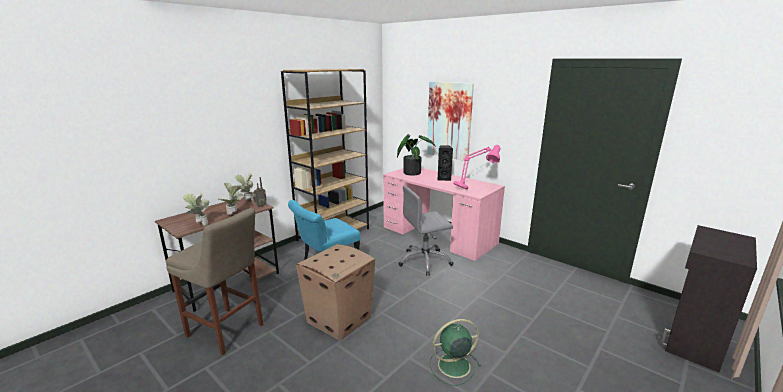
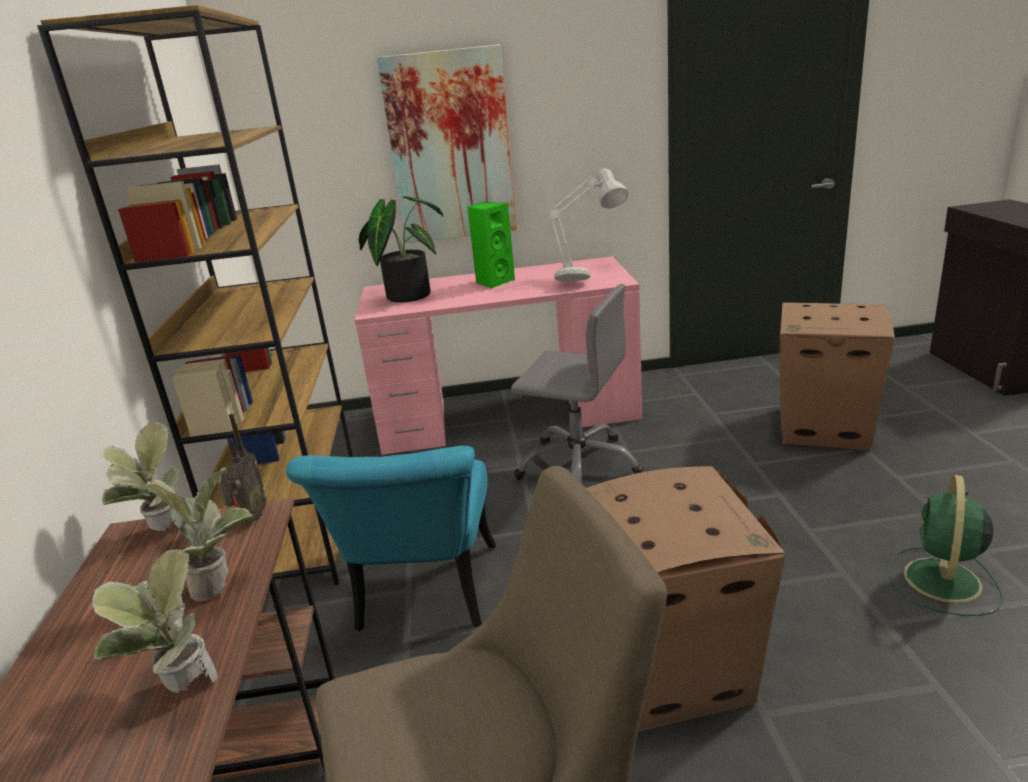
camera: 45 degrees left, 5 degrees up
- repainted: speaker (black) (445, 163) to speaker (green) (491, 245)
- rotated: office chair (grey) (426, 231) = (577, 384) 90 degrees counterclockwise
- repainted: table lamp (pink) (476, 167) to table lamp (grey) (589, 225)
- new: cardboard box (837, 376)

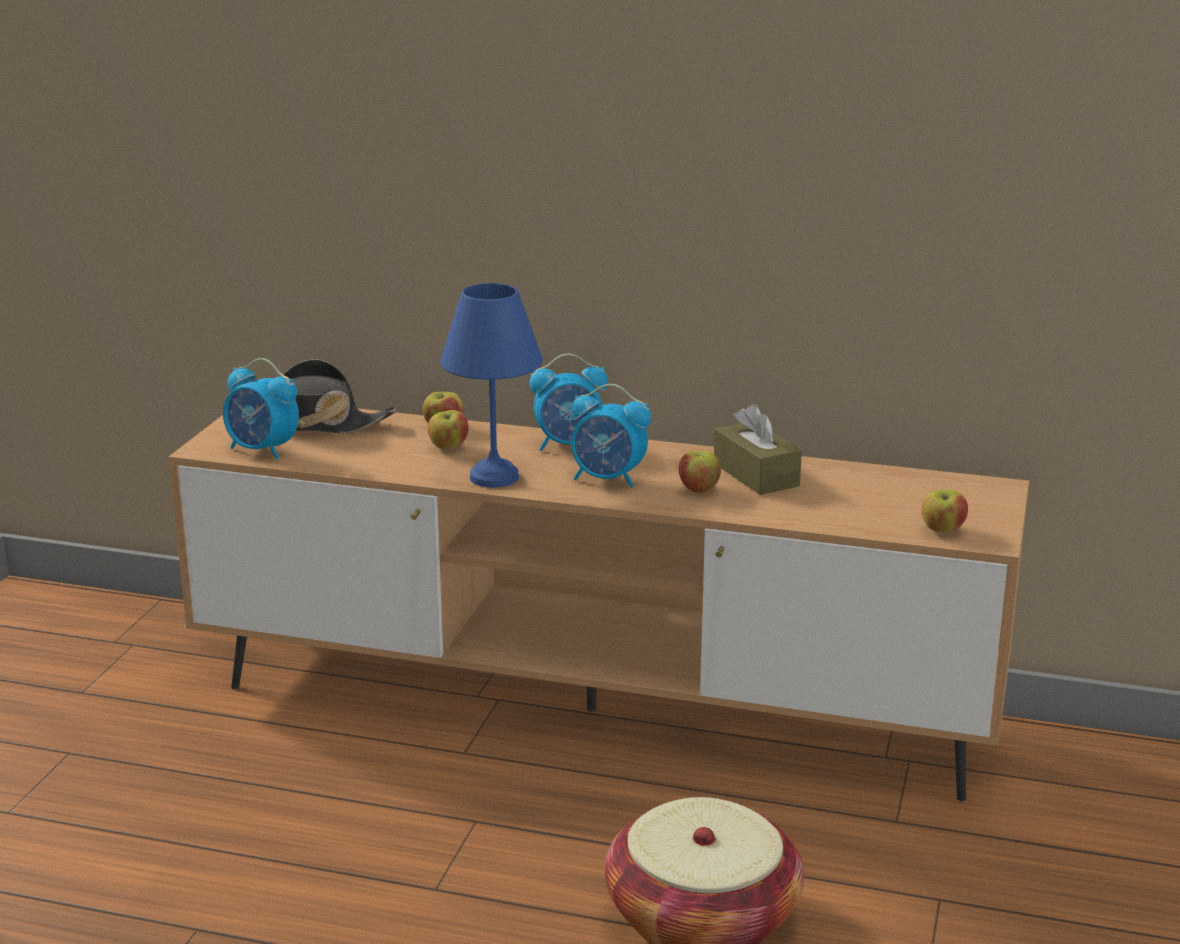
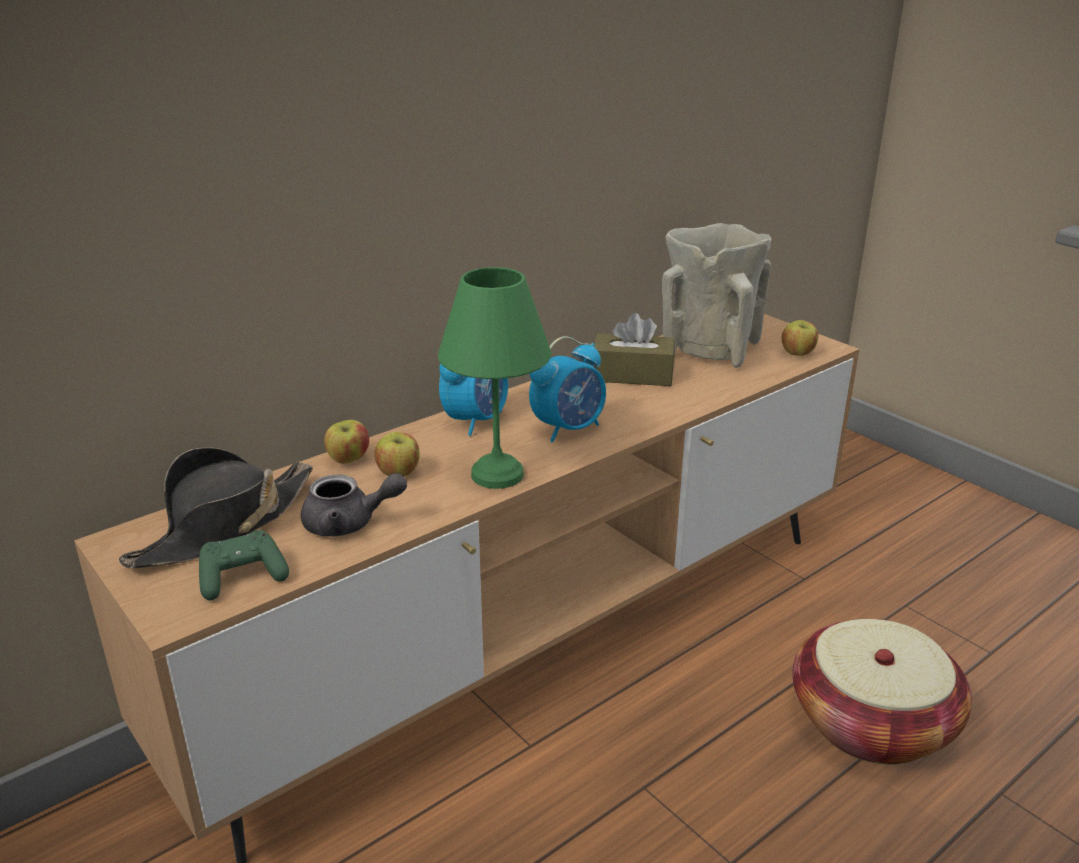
camera: 55 degrees left, 5 degrees up
- swapped: alarm clock (261, 409) to game controller (green) (244, 565)
- new: teapot (grey) (354, 505)
- repainted: table lamp (blue) (491, 385) to table lamp (green) (494, 378)
- new: vase (beige) (716, 295)
- gone: apple (700, 471)

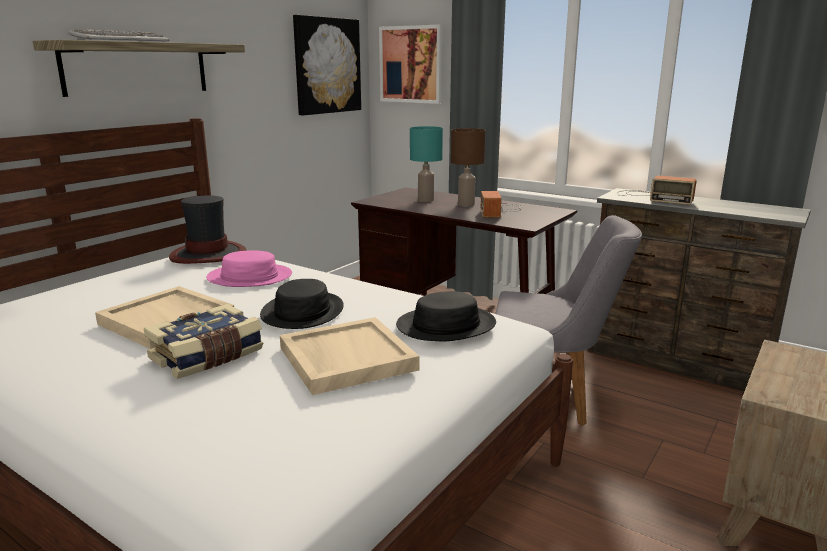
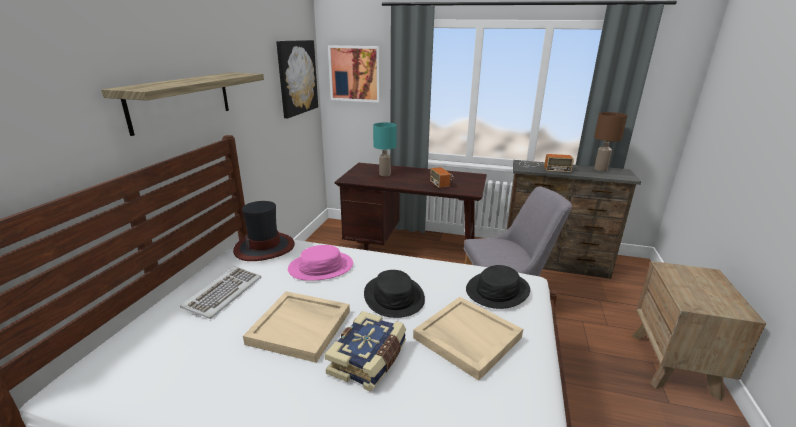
camera: 20 degrees left, 5 degrees up
- shifted: keyboard (119, 35) to (220, 292)
- shifted: table lamp (brown) (468, 167) to (611, 141)

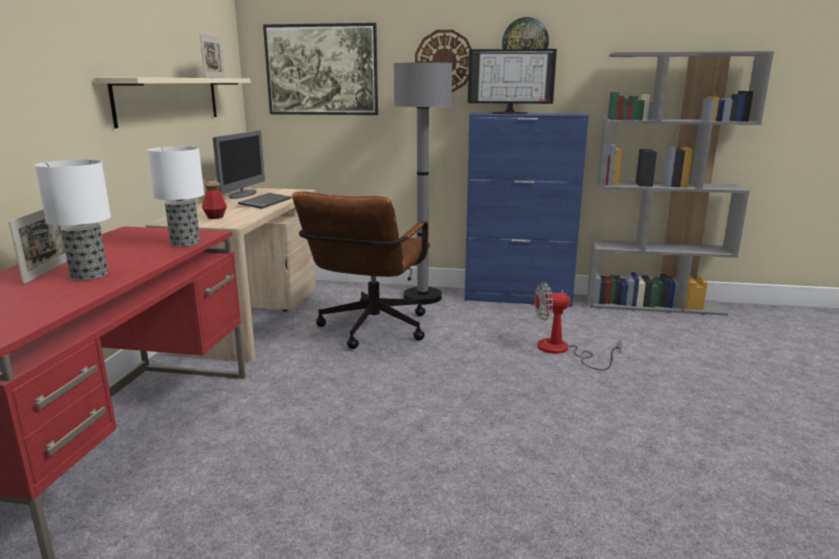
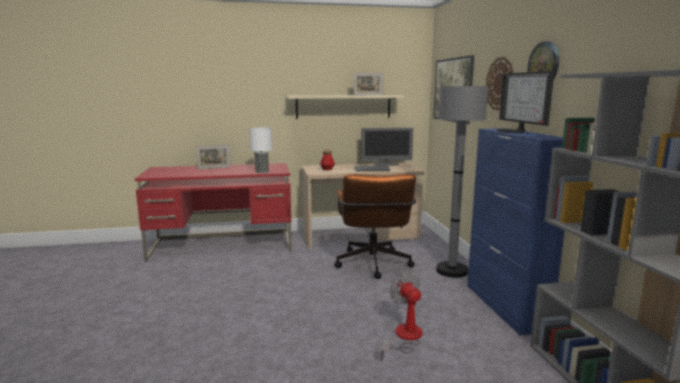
camera: 70 degrees right, 5 degrees down
- rotated: office chair (brown) (361, 270) = (375, 226) 90 degrees counterclockwise
- gone: table lamp (73, 220)

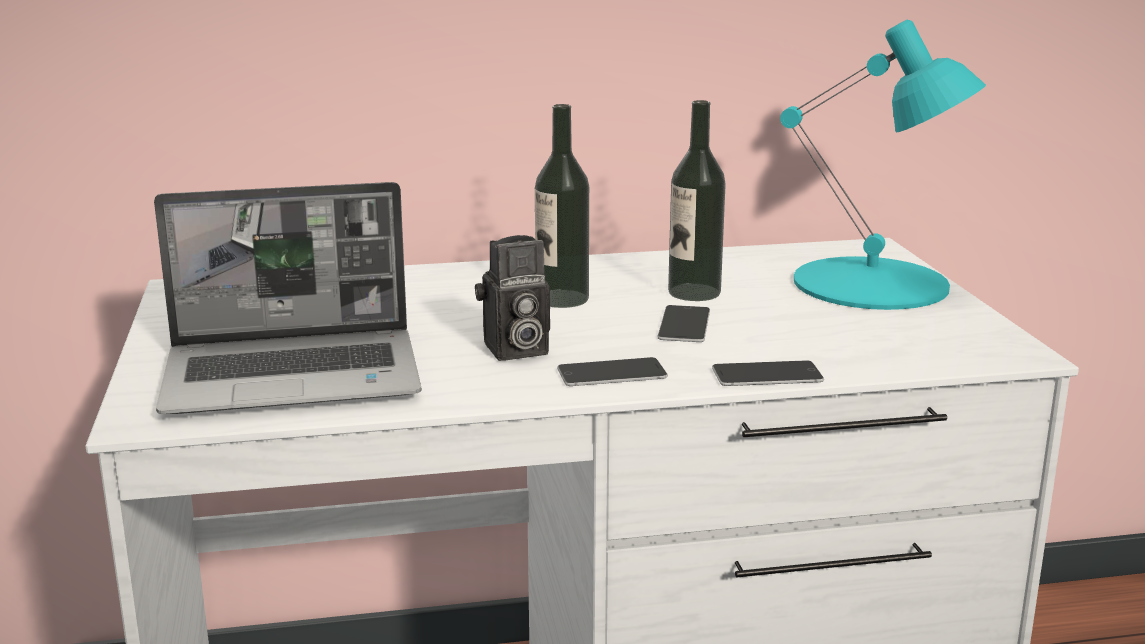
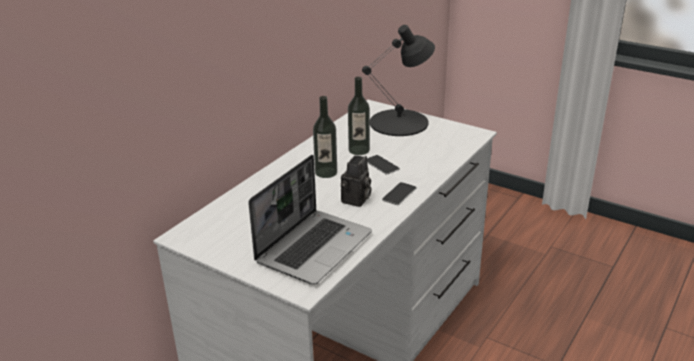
camera: 45 degrees left, 10 degrees up
- repainted: table lamp (turquoise) (883, 165) to table lamp (black) (398, 80)
- gone: phone (768, 373)

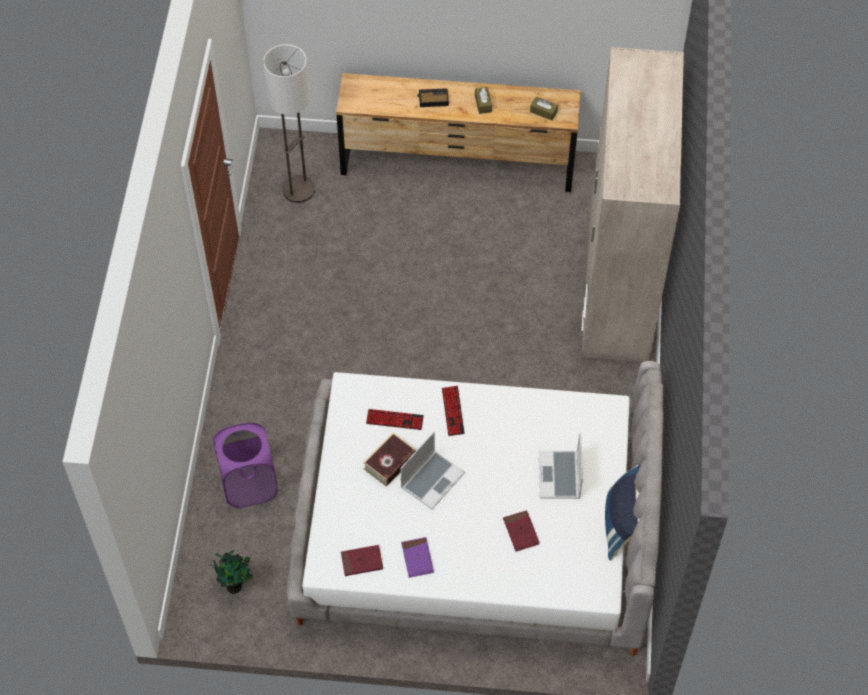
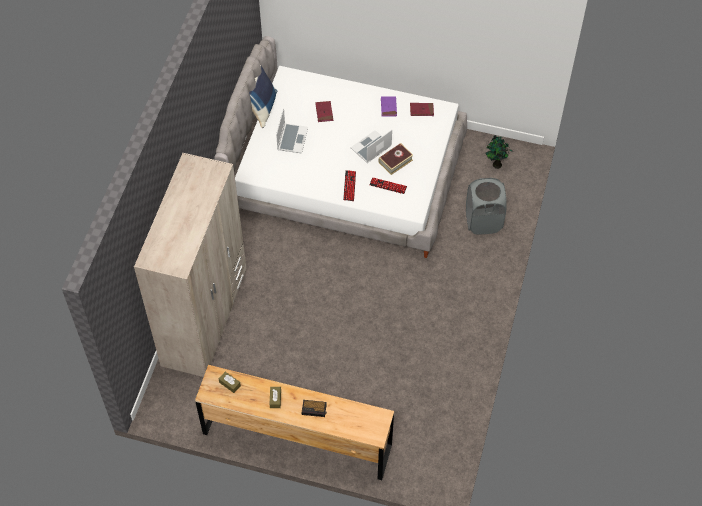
camera: 170 degrees left, 0 degrees up
- repainted: laundry basket (purple) (245, 465) to laundry basket (grey) (486, 206)
- gone: floor lamp (289, 123)

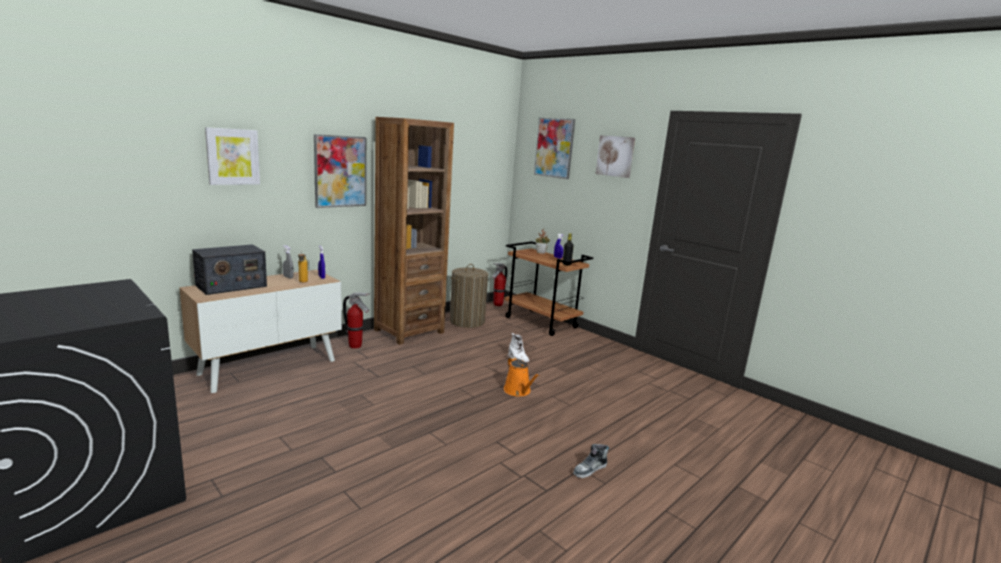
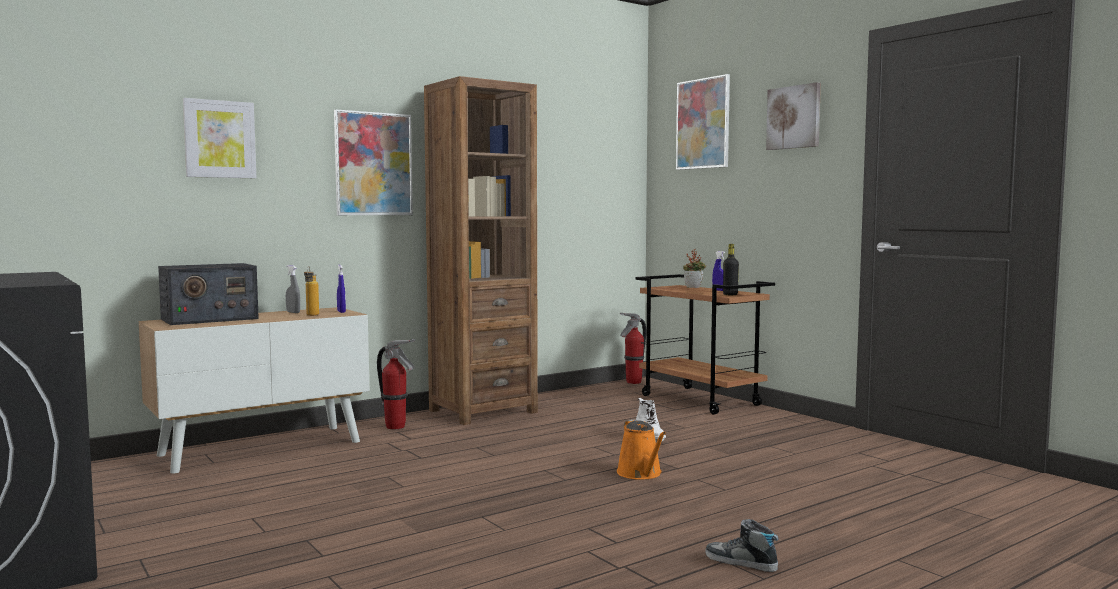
camera: 10 degrees right, 10 degrees down
- rotated: shoe (591, 461) = (742, 545) 60 degrees clockwise
- gone: laundry basket (469, 296)

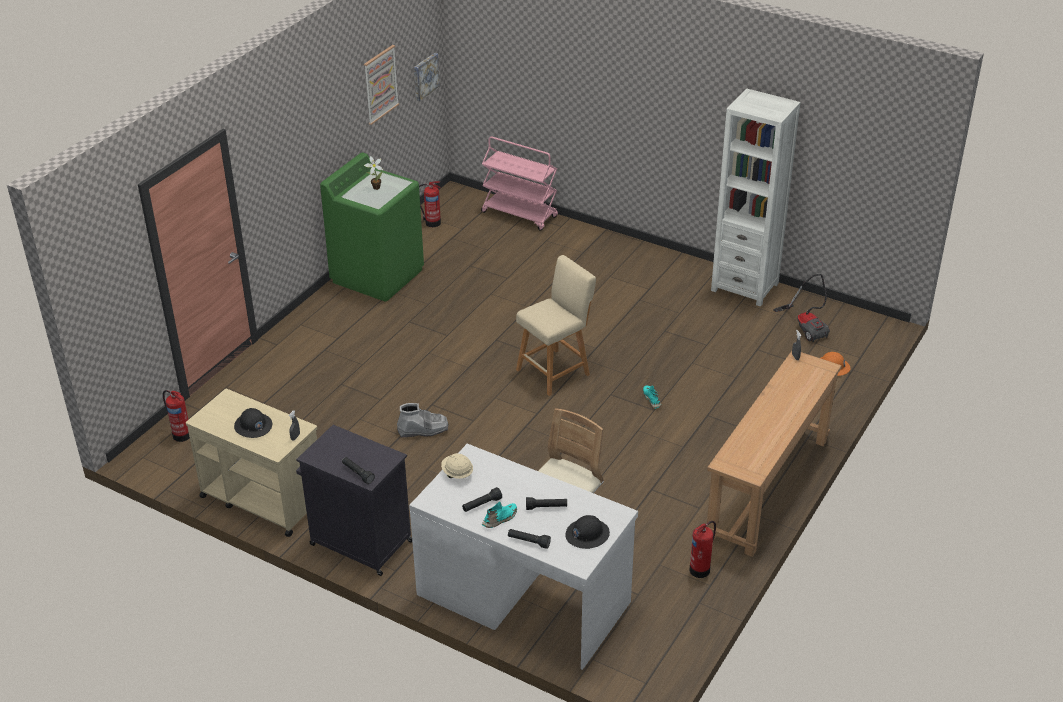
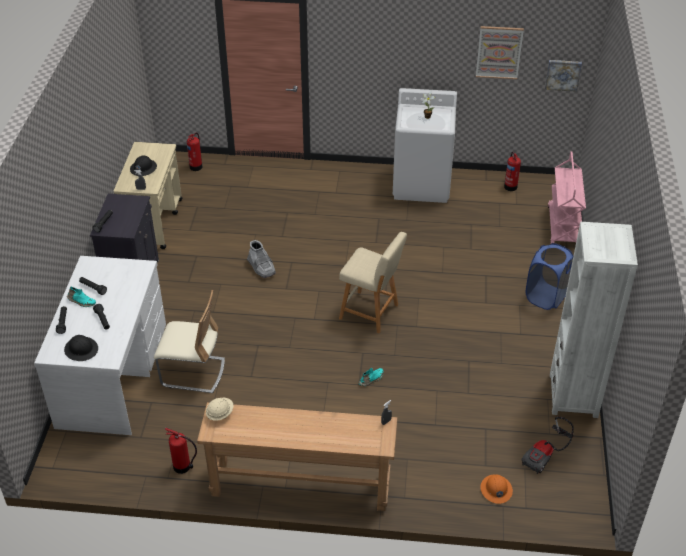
camera: 65 degrees right, 5 degrees up
- shifted: hard hat (beige) (457, 466) to (220, 409)
- repainted: washing machine (green) (372, 227) to washing machine (white) (425, 145)
- new: laundry basket (blue) (549, 276)

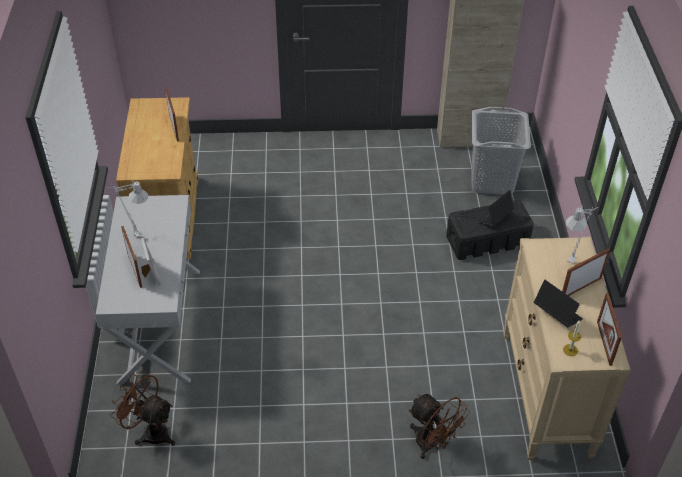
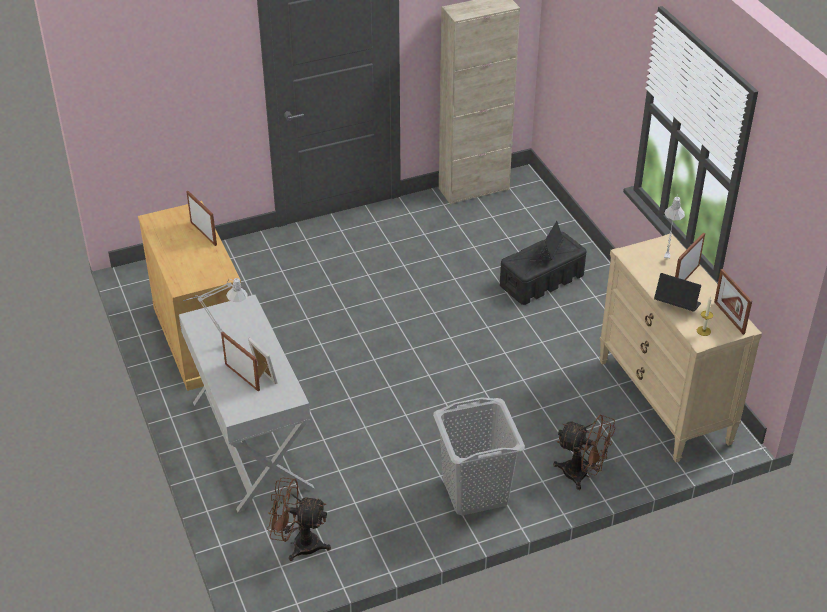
camera: 20 degrees left, 5 degrees down
- shifted: laundry basket (grey) (501, 151) to (479, 457)

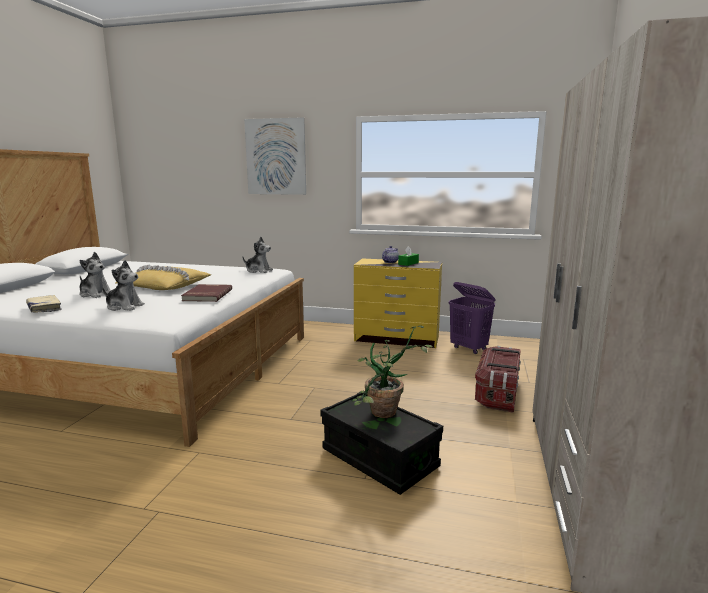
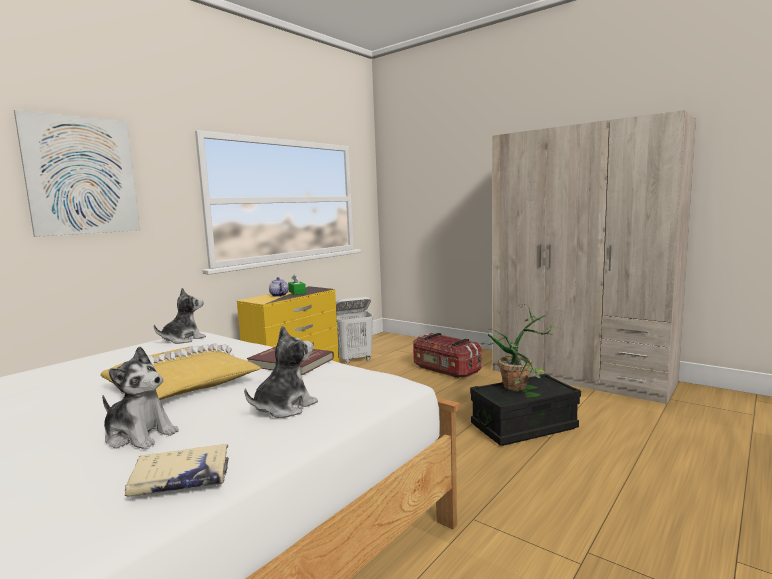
camera: 65 degrees left, 5 degrees down
- rotated: plush toy (95, 275) = (140, 397) 60 degrees clockwise
- repainted: laundry basket (purple) (472, 318) to laundry basket (white) (355, 330)

